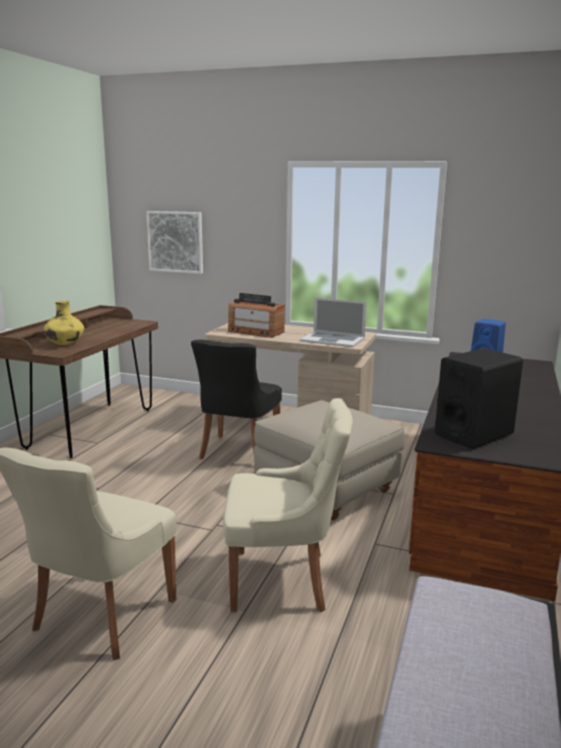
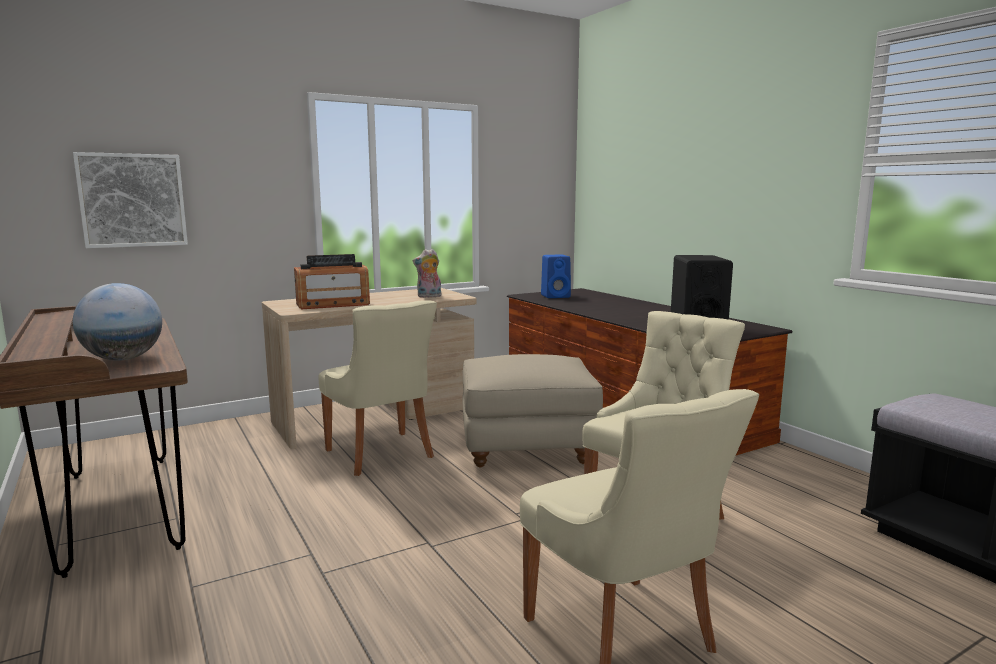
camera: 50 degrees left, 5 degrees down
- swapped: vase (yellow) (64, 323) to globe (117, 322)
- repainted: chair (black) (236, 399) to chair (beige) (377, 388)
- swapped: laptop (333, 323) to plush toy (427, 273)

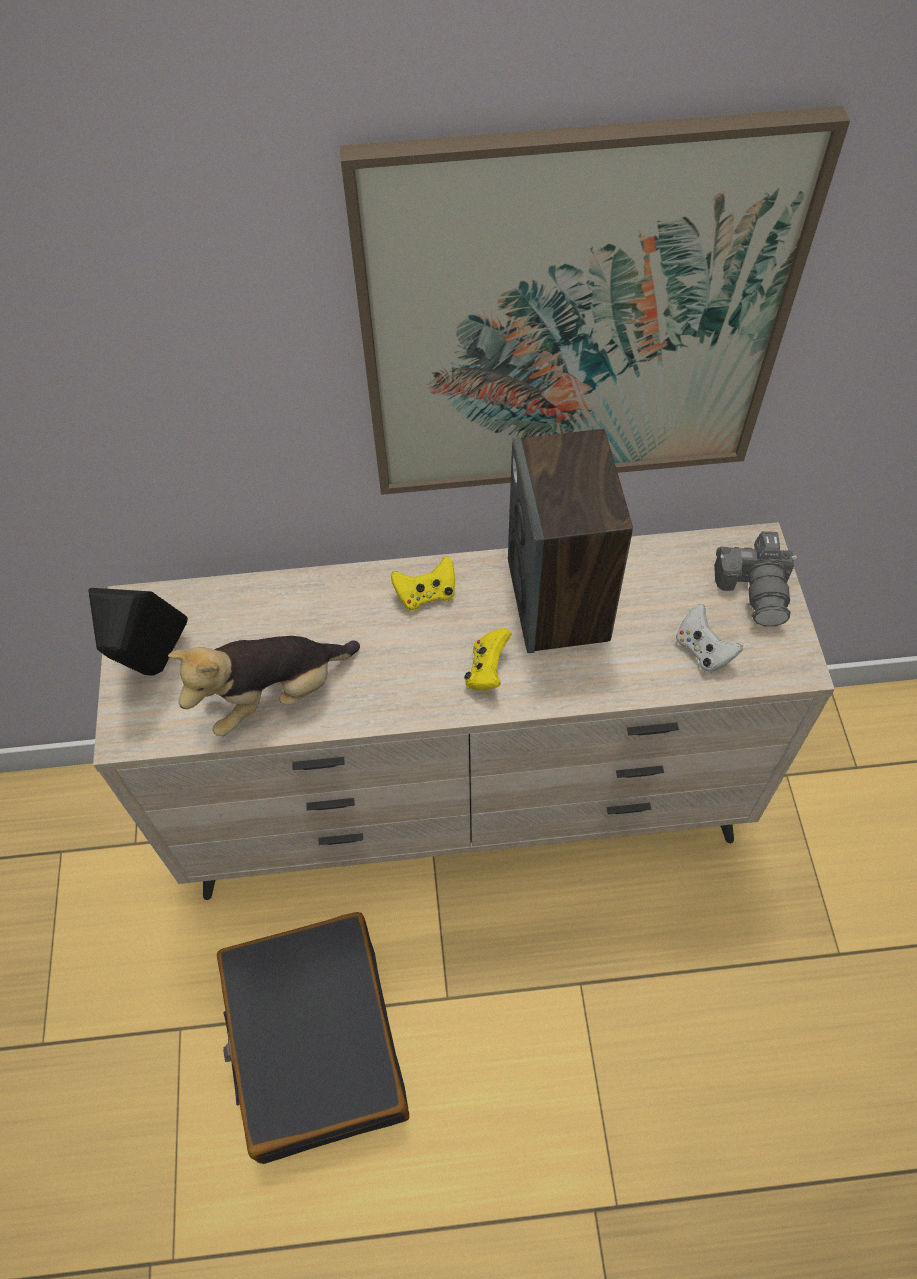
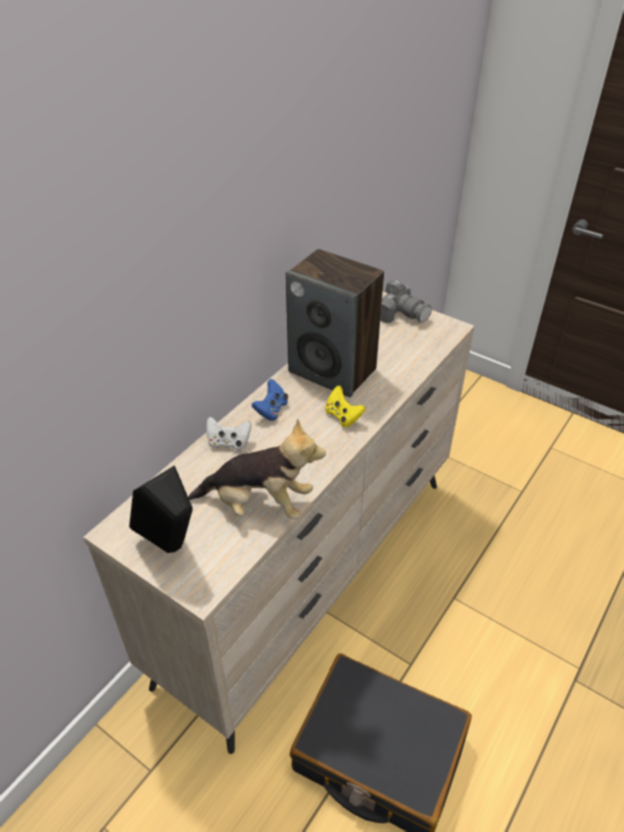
camera: 50 degrees left, 15 degrees down
- rotated: plush toy (264, 686) = (257, 469) 90 degrees counterclockwise
- shifted: game controller (white) (709, 638) to (229, 434)
- repainted: game controller (yellow) (423, 583) to game controller (blue) (270, 400)
- gone: picture (595, 300)

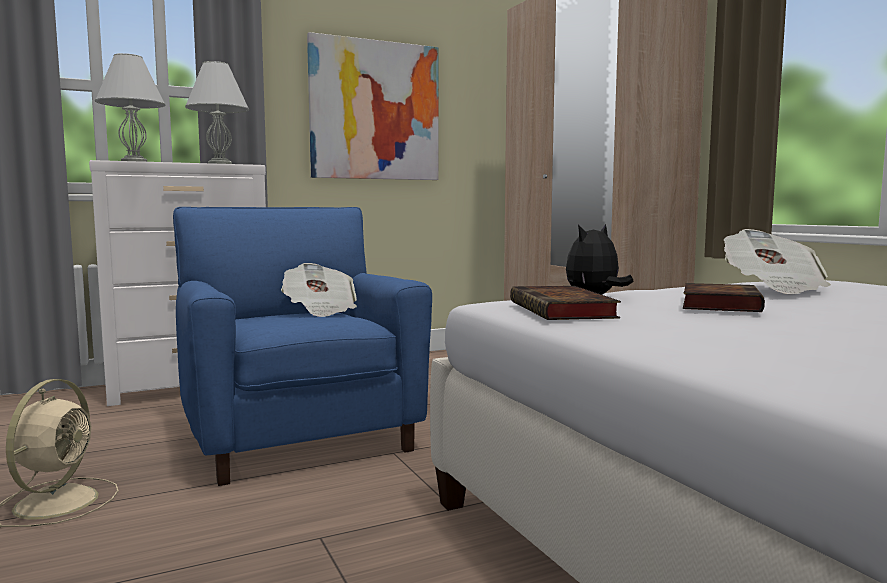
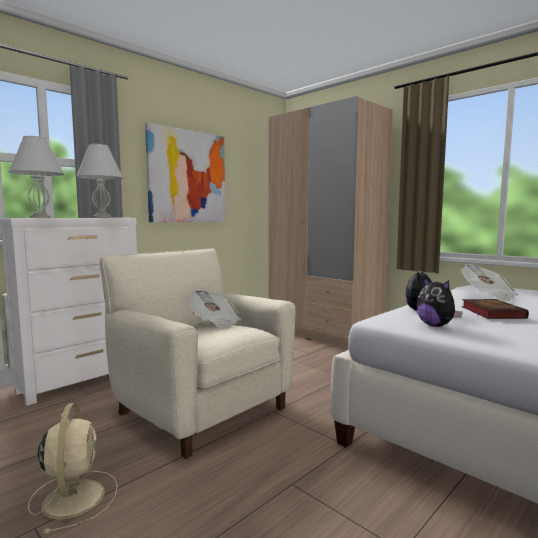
camera: 20 degrees left, 0 degrees up
- repainted: armchair (blue) (302, 346) to armchair (beige) (198, 353)
- swapped: book (565, 303) to plush toy (439, 302)

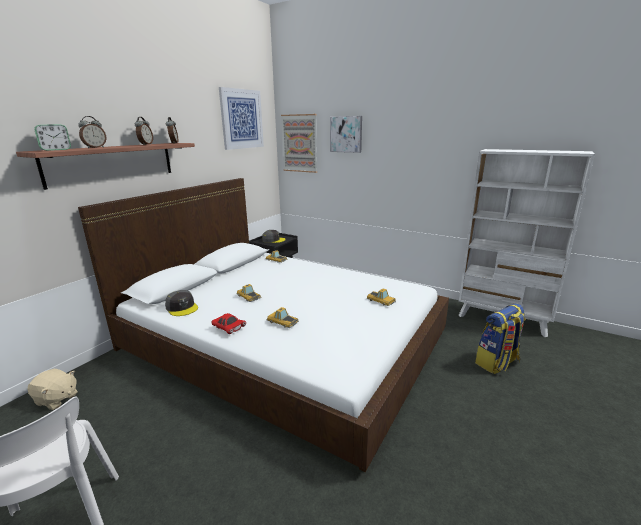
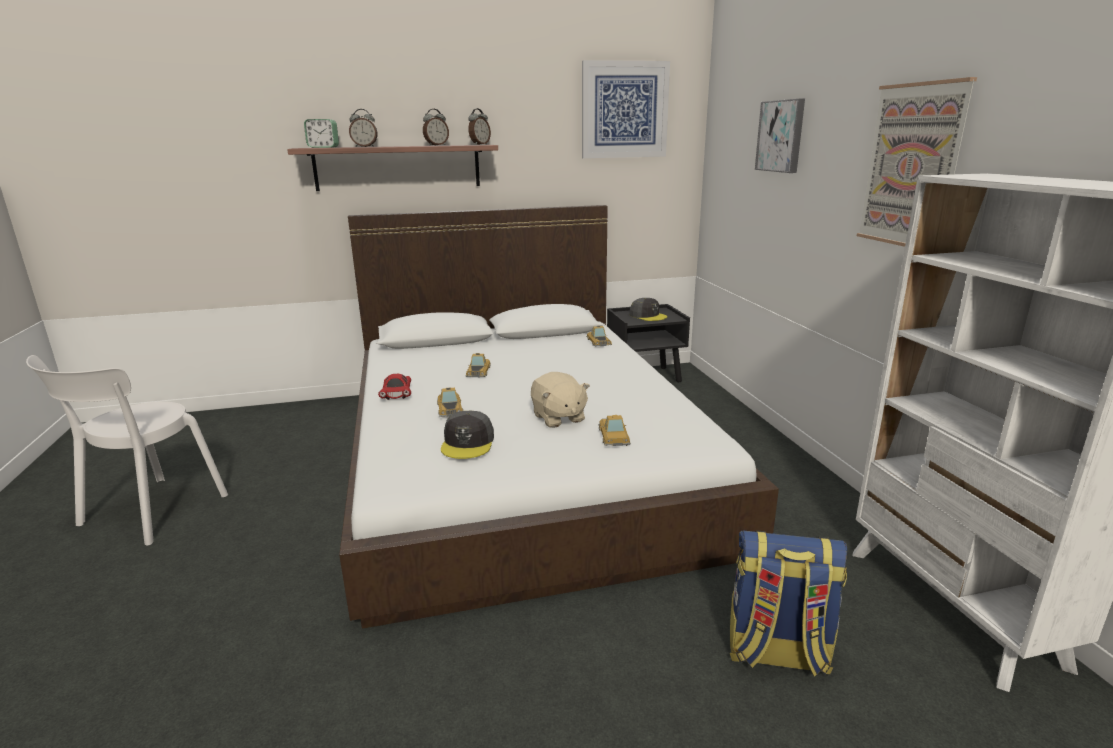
camera: 45 degrees right, 0 degrees up
- shifted: cap (grey) (181, 303) to (467, 435)
- shifted: plush toy (beige) (53, 389) to (560, 400)
- shifted: picture (299, 143) to (917, 162)

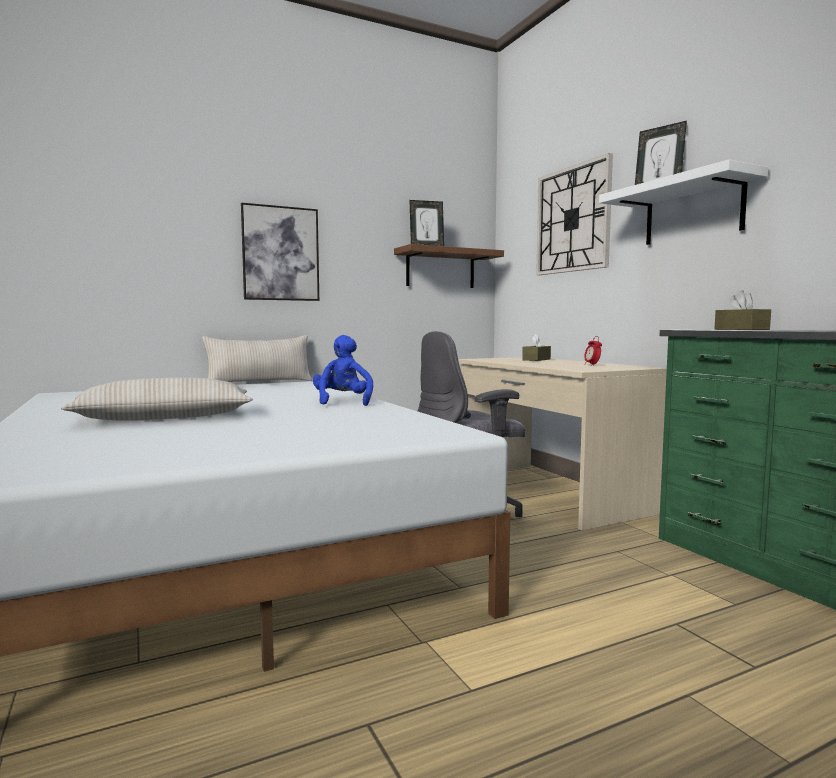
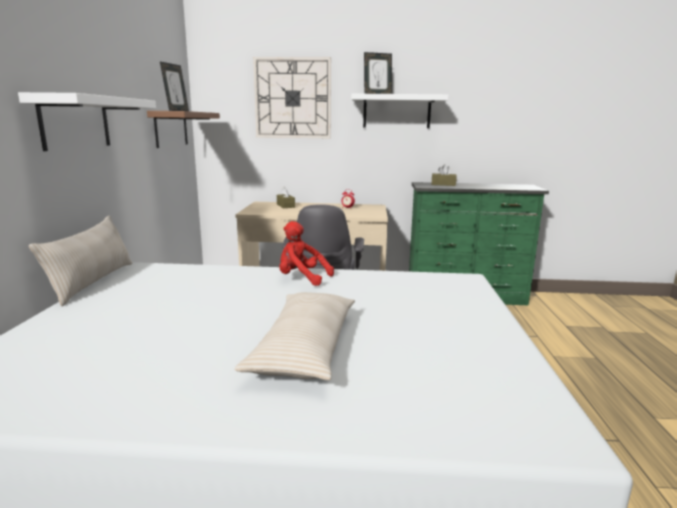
camera: 60 degrees left, 10 degrees up
- swapped: picture (280, 252) to shelf (white) (87, 121)
- repainted: plush toy (blue) (343, 370) to plush toy (red) (306, 253)

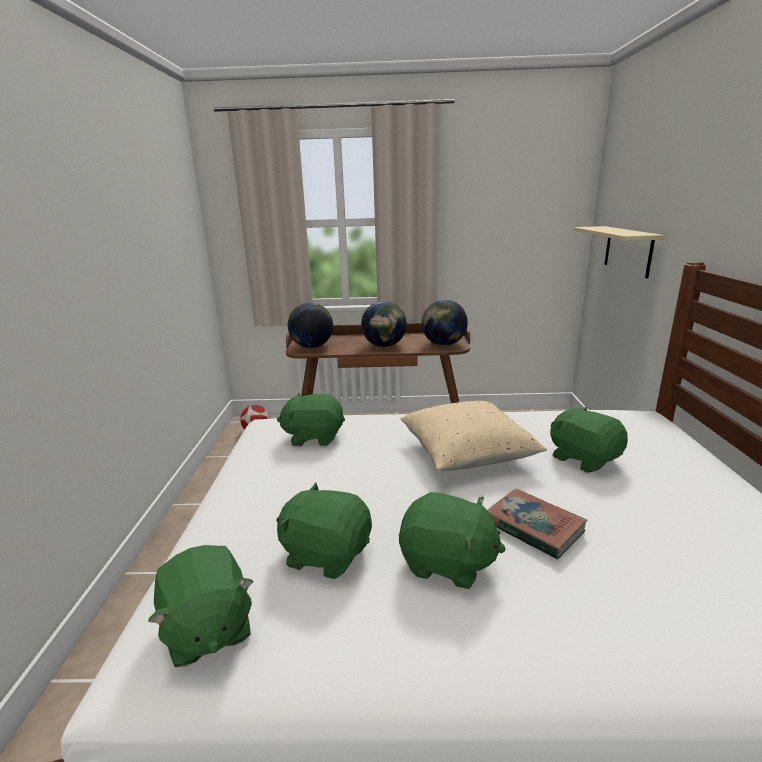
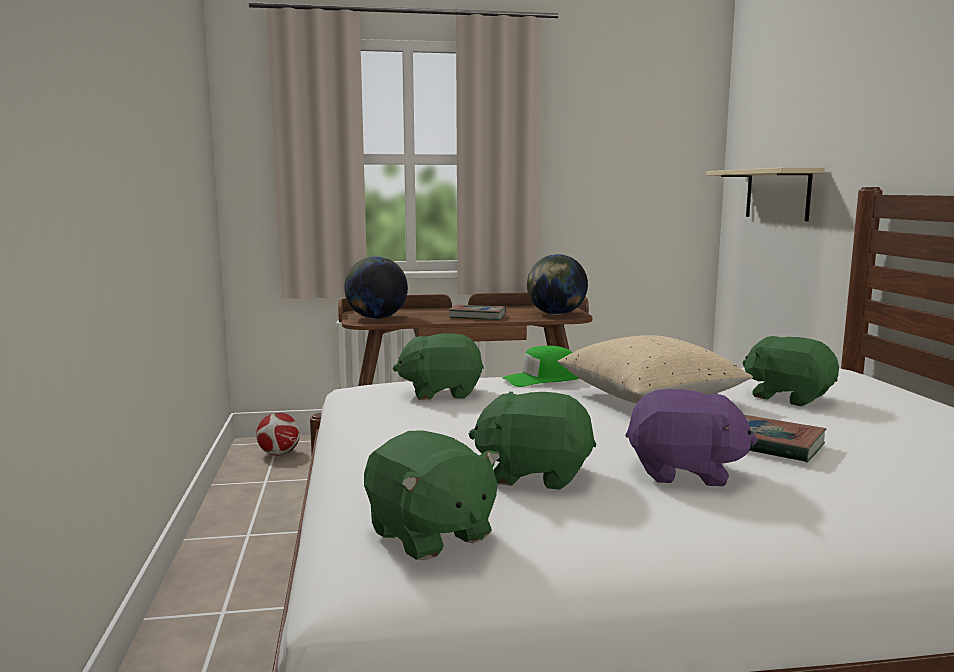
camera: 10 degrees left, 10 degrees down
- swapped: globe (384, 324) to book (477, 312)
- new: cap (green) (540, 366)
- repainted: plush toy (green) (452, 540) to plush toy (purple) (692, 437)

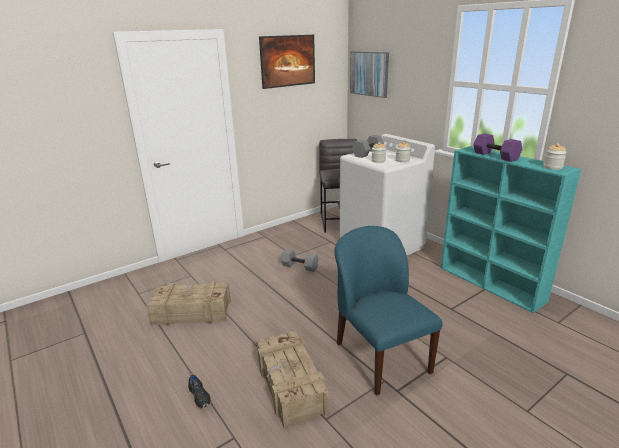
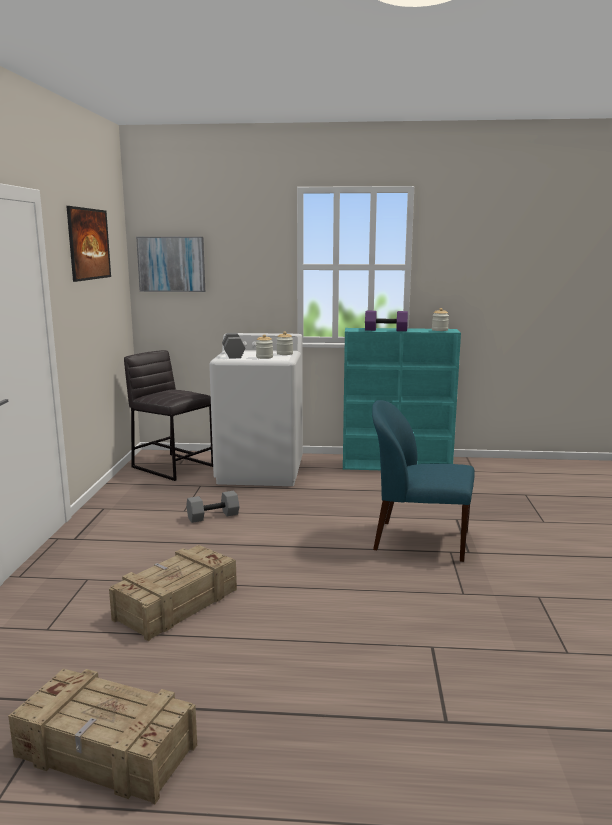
camera: 50 degrees left, 10 degrees down
- shifted: crate (293, 380) to (102, 736)
- gone: shoe (black) (199, 390)

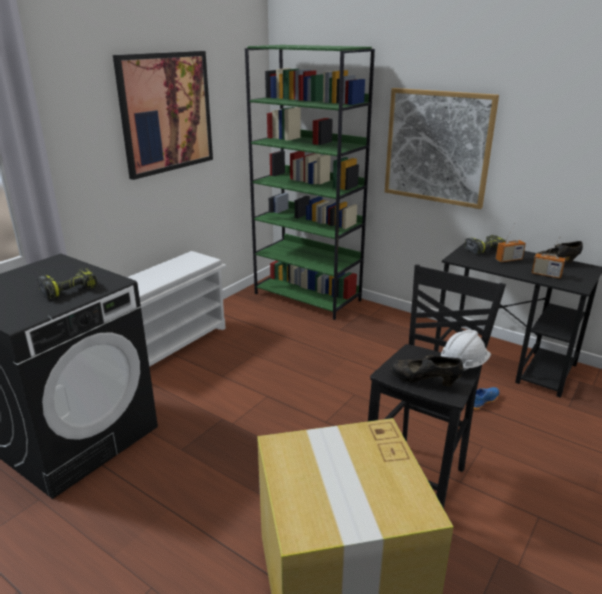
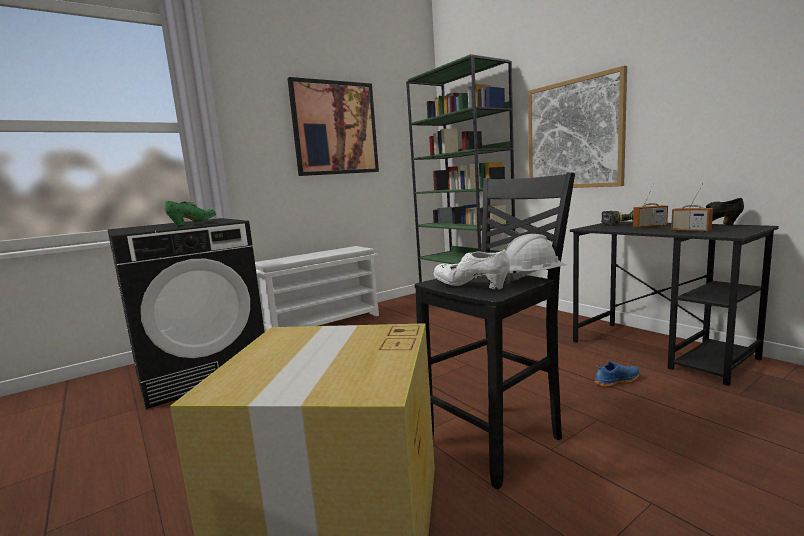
camera: 20 degrees right, 15 degrees down
- swapped: power drill (67, 284) to shoe (green) (190, 214)
- repainted: shoe (black) (426, 371) to shoe (white) (472, 269)

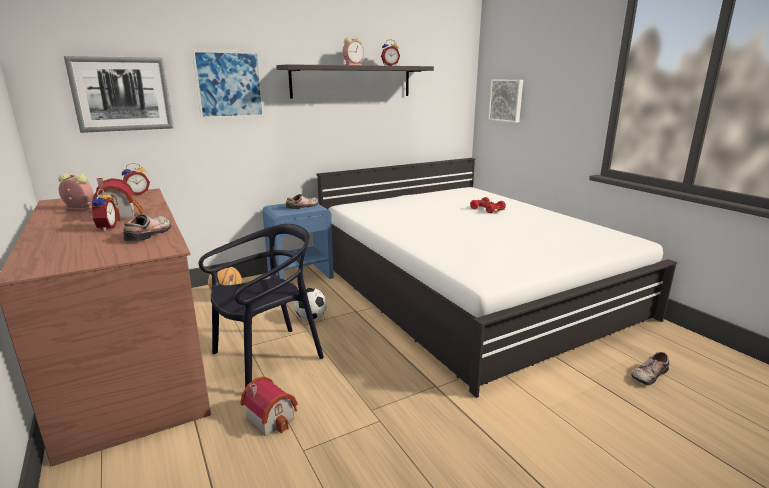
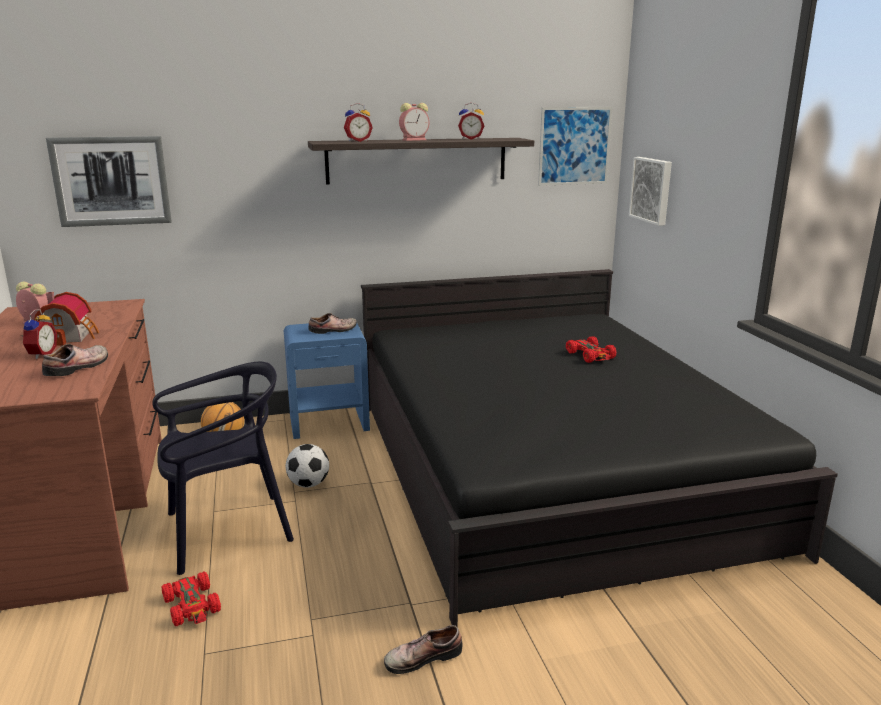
camera: 15 degrees right, 0 degrees up
- swapped: toy house (269, 406) to toy car (red) (191, 599)
- shifted: alarm clock (136, 179) to (358, 122)
- repainted: bed (white) (497, 278) to bed (black) (599, 448)
- shifted: shoe (650, 368) to (423, 649)
- shifted: picture (228, 84) to (575, 146)

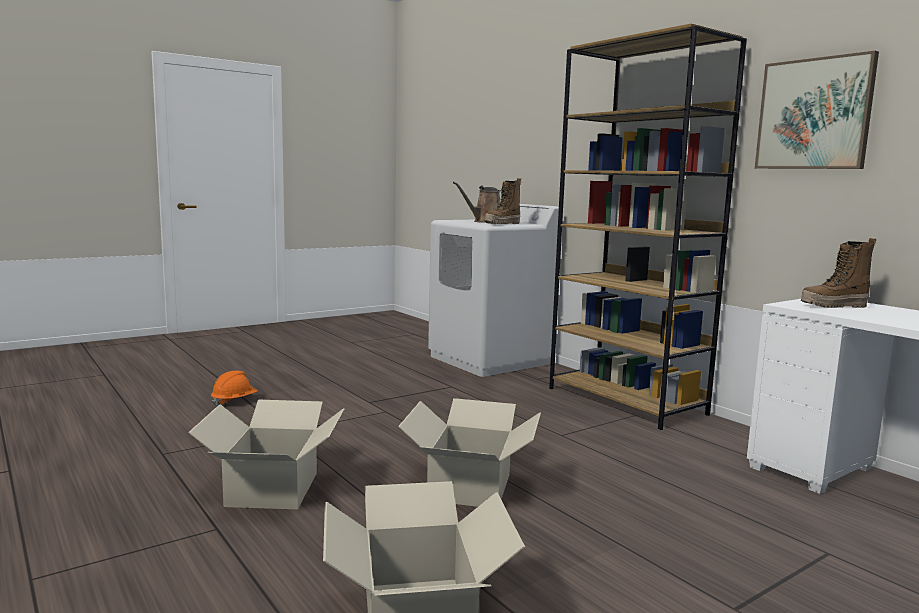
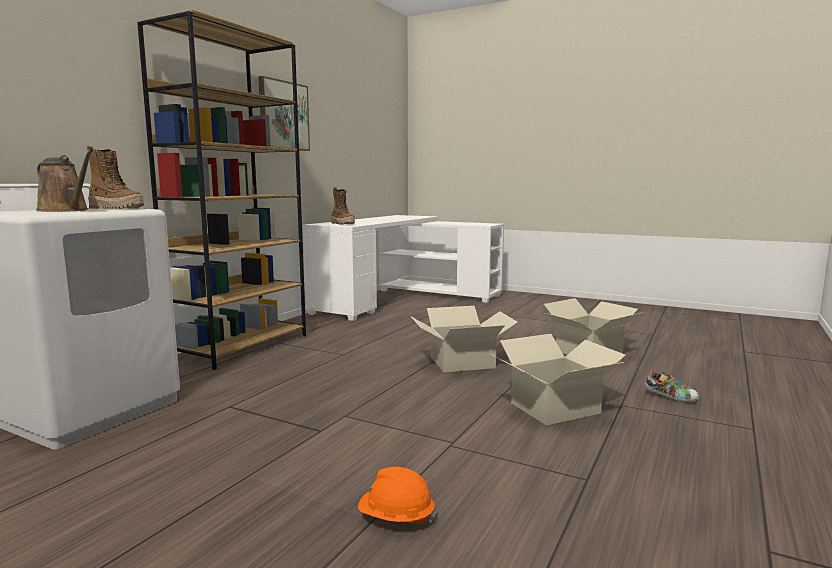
camera: 115 degrees left, 0 degrees up
- new: shoe (672, 387)

